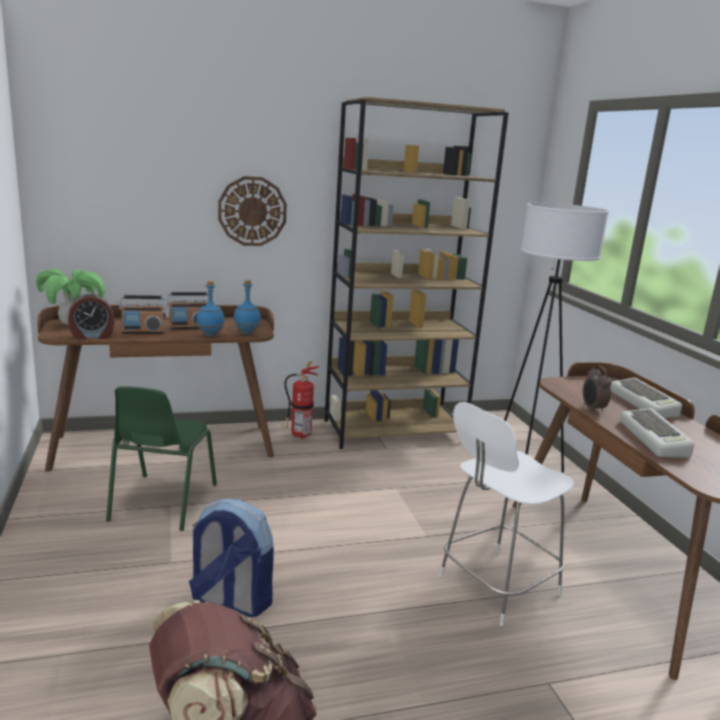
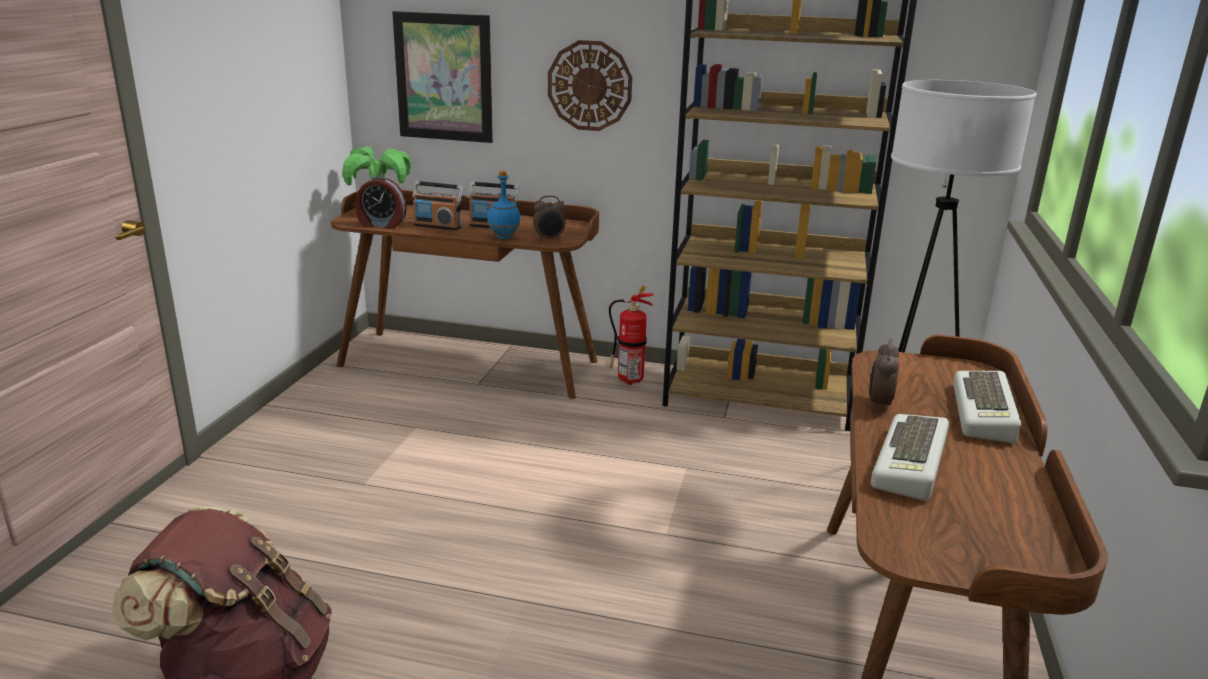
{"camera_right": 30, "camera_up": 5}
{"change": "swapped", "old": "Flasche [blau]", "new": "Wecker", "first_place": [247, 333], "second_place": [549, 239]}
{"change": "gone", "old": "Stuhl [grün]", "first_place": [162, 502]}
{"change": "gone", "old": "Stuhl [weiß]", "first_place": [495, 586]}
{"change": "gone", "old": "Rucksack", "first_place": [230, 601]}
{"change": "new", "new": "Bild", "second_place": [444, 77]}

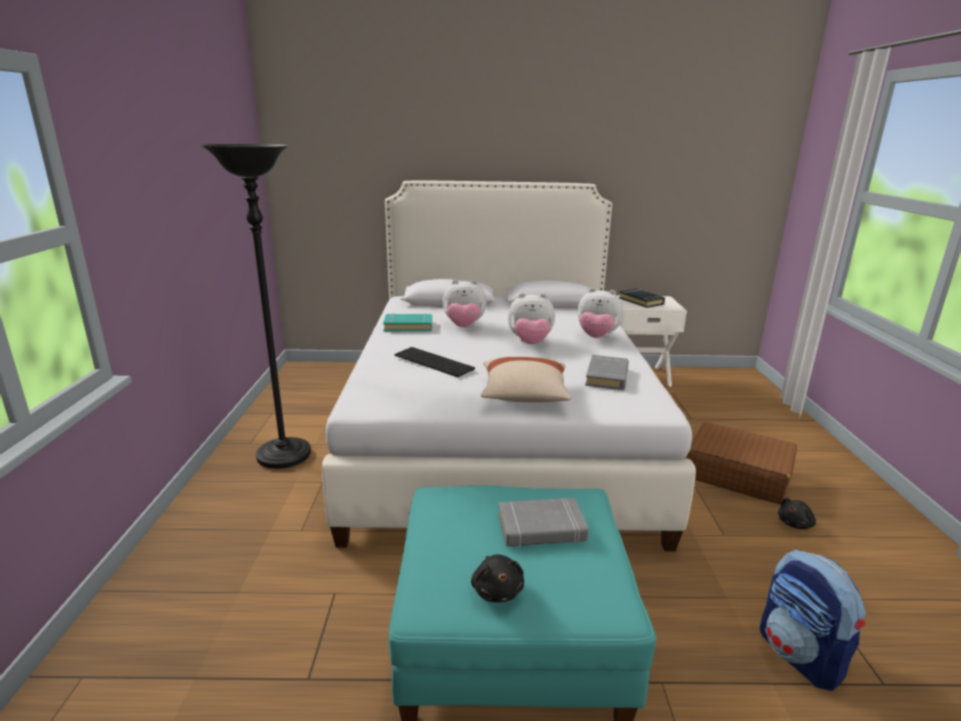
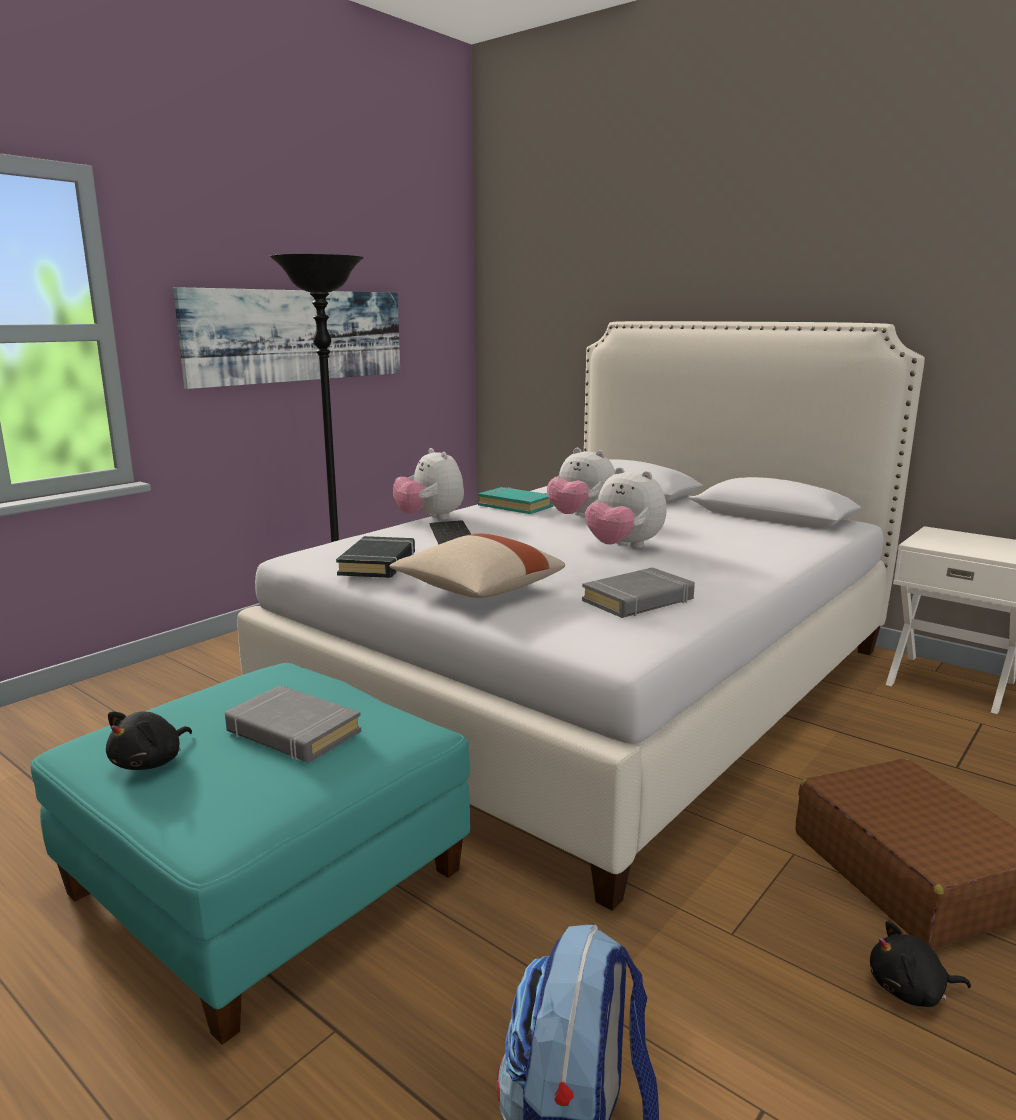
{"camera_right": 40, "camera_up": -5}
{"change": "shifted", "old": "Plüschtier", "first_place": [597, 337], "second_place": [430, 518]}
{"change": "shifted", "old": "Buch [schwarz]", "first_place": [641, 301], "second_place": [378, 564]}
{"change": "new", "new": "Bild", "second_place": [299, 335]}

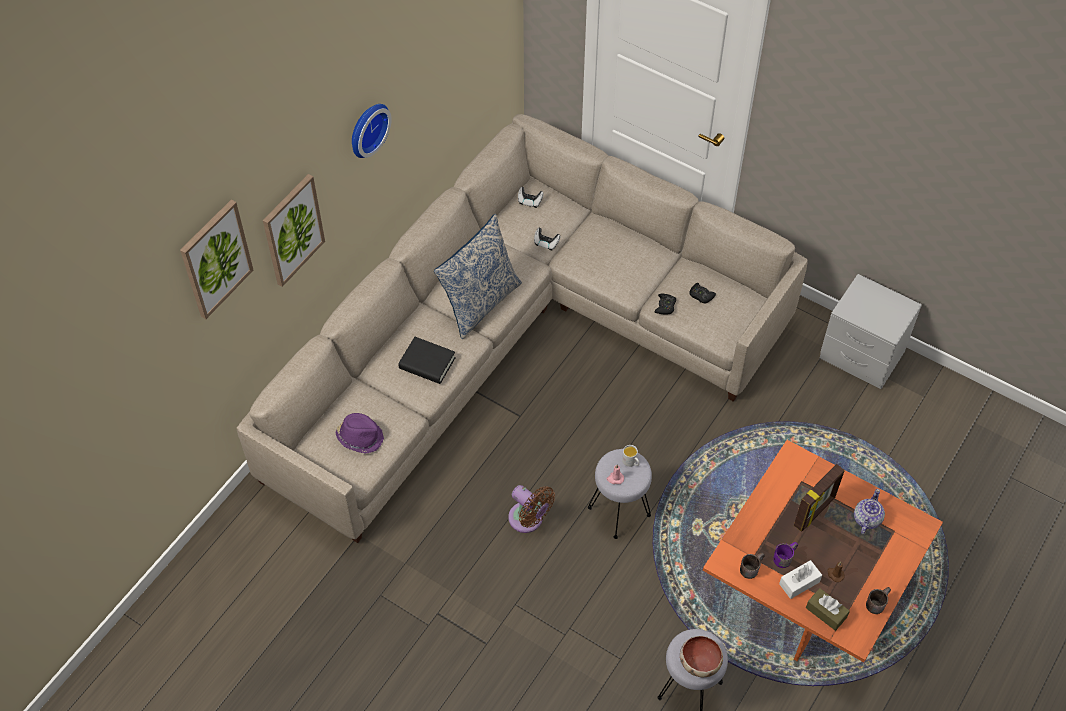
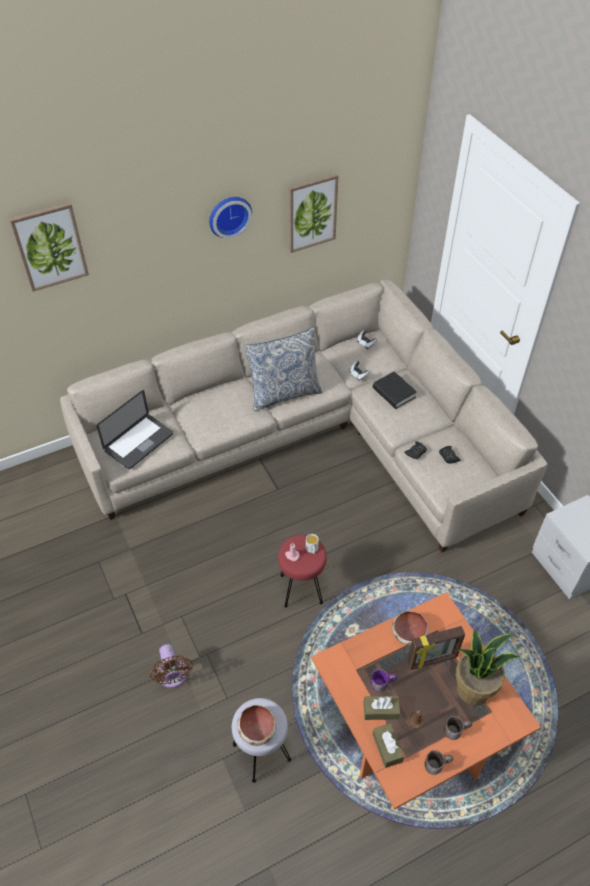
{"camera_right": 30, "camera_up": -5}
{"change": "shifted", "old": "Bild", "first_place": [292, 229], "second_place": [311, 213]}
{"change": "shifted", "old": "Buch [schwarz]", "first_place": [427, 363], "second_place": [394, 393]}
{"change": "swapped", "old": "Hut [lila]", "new": "Laptop", "first_place": [360, 437], "second_place": [139, 442]}
{"change": "repainted", "old": "Hocker [grau]", "new": "Hocker [rot]", "first_place": [620, 511], "second_place": [302, 589]}
{"change": "shifted", "old": "Ventilator [braun]", "first_place": [528, 520], "second_place": [173, 676]}
{"change": "swapped", "old": "Teekanne", "new": "Topfpflanze", "first_place": [866, 519], "second_place": [473, 689]}
{"change": "shifted", "old": "Henkelbecher [braun]", "first_place": [750, 567], "second_place": [455, 729]}
{"change": "repainted", "old": "Taschentuchbox [weiß]", "new": "Taschentuchbox [braun]", "first_place": [799, 583], "second_place": [381, 710]}
{"change": "new", "new": "Schüssel", "second_place": [409, 633]}

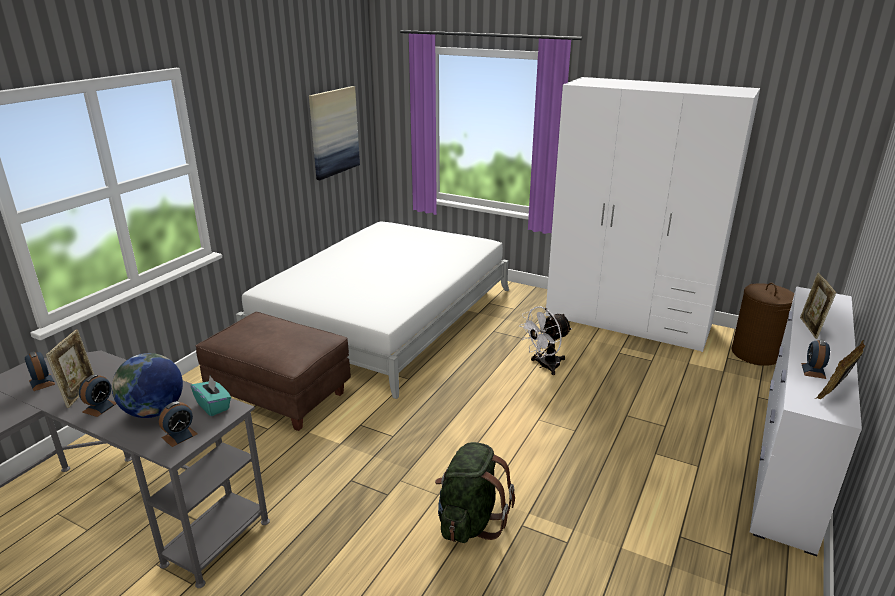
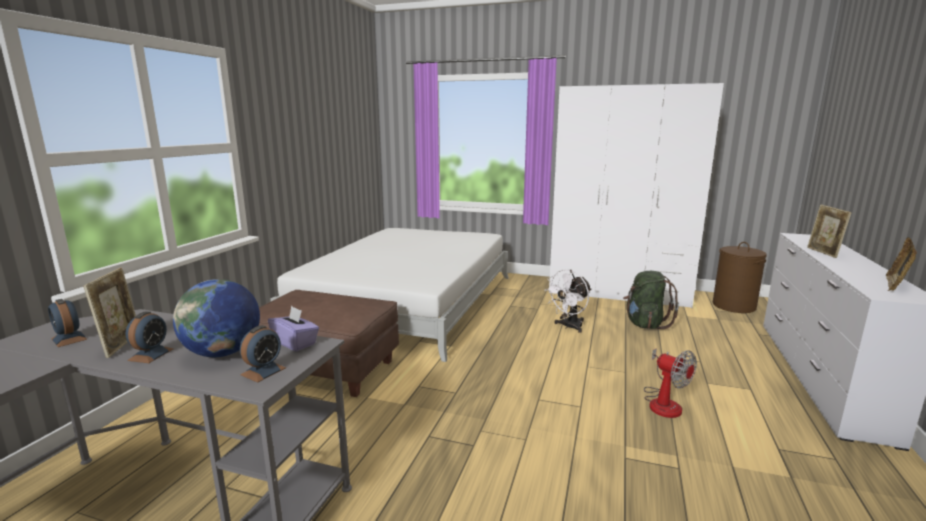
{"camera_right": -10, "camera_up": -10}
{"change": "gone", "old": "Bild", "first_place": [334, 132]}
{"change": "gone", "old": "Wecker", "first_place": [813, 371]}
{"change": "repainted", "old": "Taschentuchbox [türkis]", "new": "Taschentuchbox [lila]", "first_place": [213, 406], "second_place": [295, 343]}
{"change": "shifted", "old": "Rucksack [grün]", "first_place": [470, 521], "second_place": [645, 324]}
{"change": "new", "new": "Ventilator", "second_place": [663, 402]}

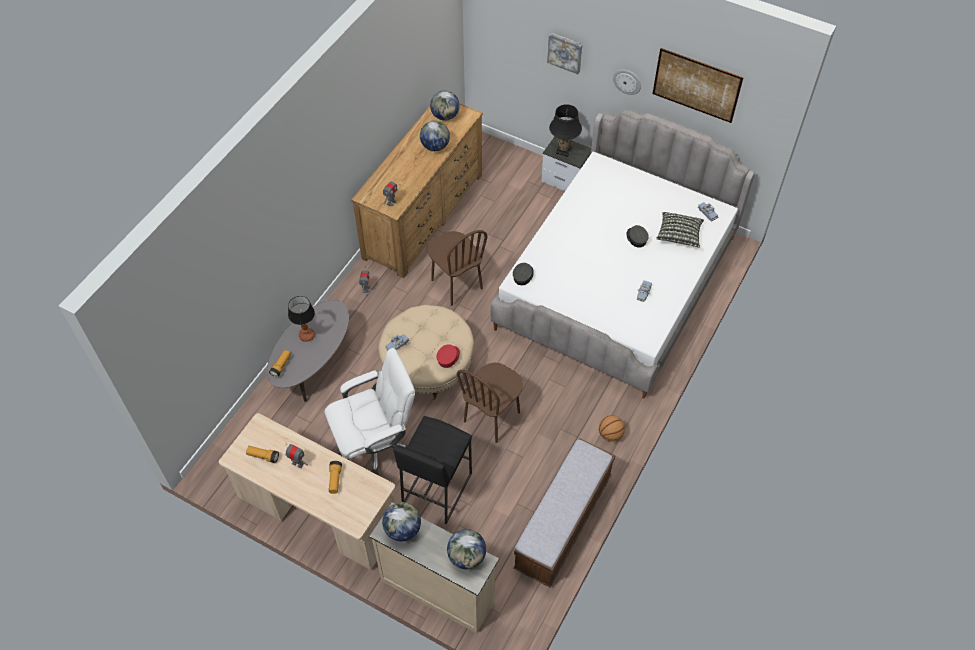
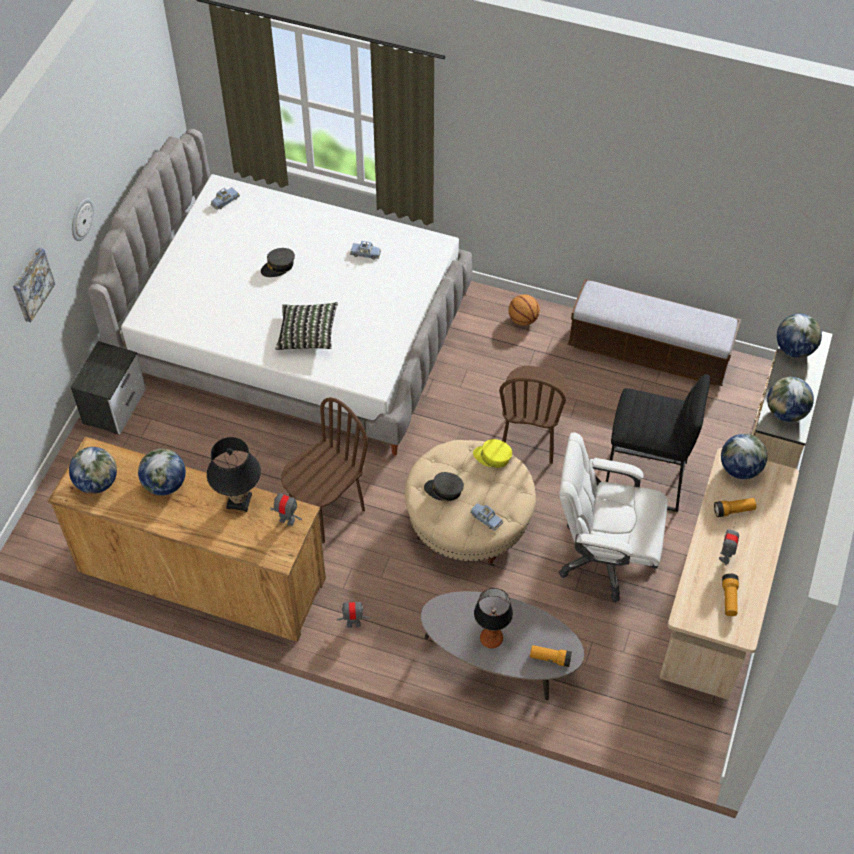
{"camera_right": -100, "camera_up": 0}
{"change": "gone", "old": "Bild", "first_place": [696, 85]}
{"change": "shifted", "old": "Tischlampe [schwarz]", "first_place": [563, 151], "second_place": [239, 501]}
{"change": "shifted", "old": "Kissen", "first_place": [679, 235], "second_place": [307, 334]}
{"change": "shifted", "old": "Kappe [grau]", "first_place": [523, 276], "second_place": [444, 490]}
{"change": "repainted", "old": "Kappe [rot]", "new": "Kappe [gelb]", "first_place": [448, 358], "second_place": [492, 457]}
{"change": "rotated", "old": "Bürostuhl [weiß]", "first_place": [375, 445], "second_place": [604, 557], "degrees": -45}
{"change": "rotated", "old": "Stuhl [braun]", "first_place": [492, 417], "second_place": [530, 437], "degrees": 75}
{"change": "new", "new": "Globus", "second_place": [739, 468]}

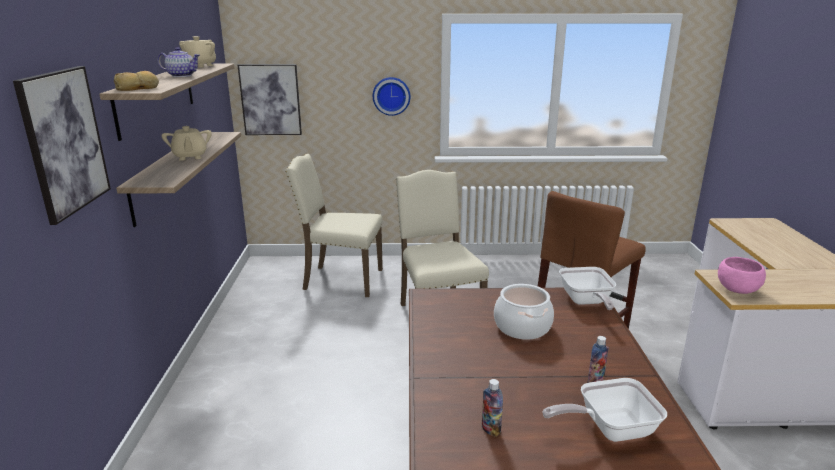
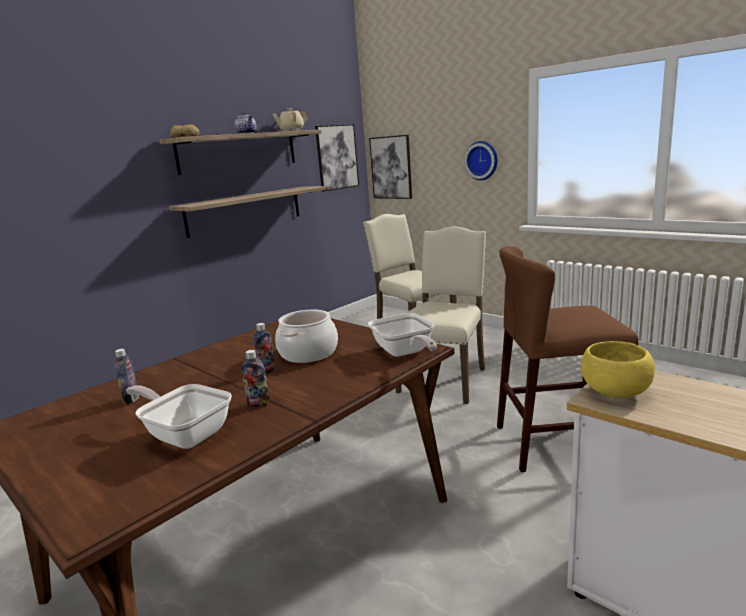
{"camera_right": 45, "camera_up": -5}
{"change": "shifted", "old": "Bild", "first_place": [64, 142], "second_place": [337, 157]}
{"change": "gone", "old": "Teekanne [beige]", "first_place": [190, 157]}
{"change": "repainted", "old": "Schüssel [rosa]", "new": "Schüssel [gelb]", "first_place": [737, 290], "second_place": [615, 392]}
{"change": "rotated", "old": "Pfanne", "first_place": [586, 302], "second_place": [405, 353], "degrees": -60}
{"change": "new", "new": "Flasche", "second_place": [267, 371]}

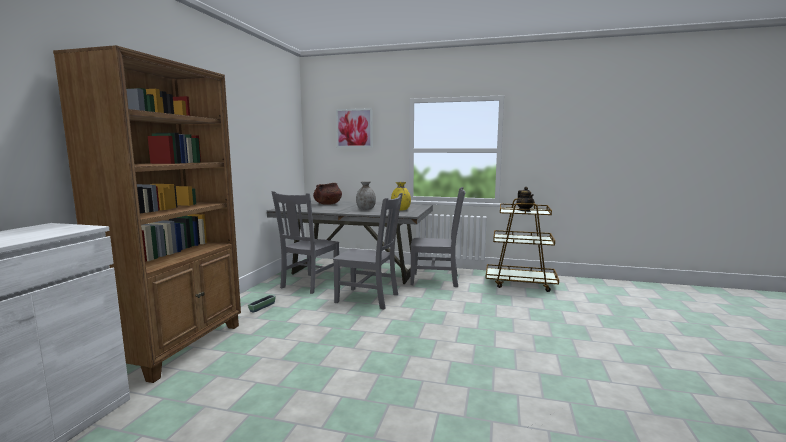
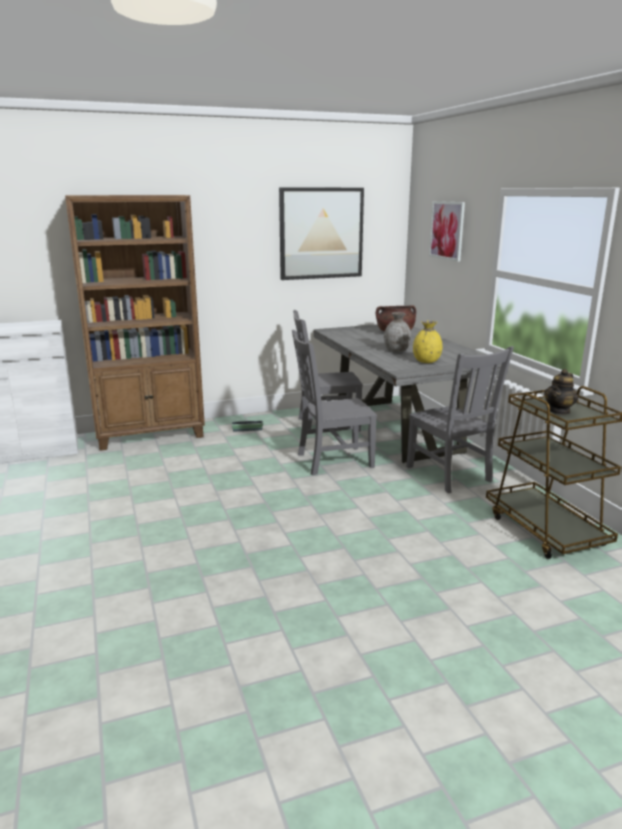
{"camera_right": 55, "camera_up": 10}
{"change": "rotated", "old": "Stuhl [grau]", "first_place": [369, 299], "second_place": [332, 461], "degrees": 90}
{"change": "new", "new": "Bild", "second_place": [321, 233]}

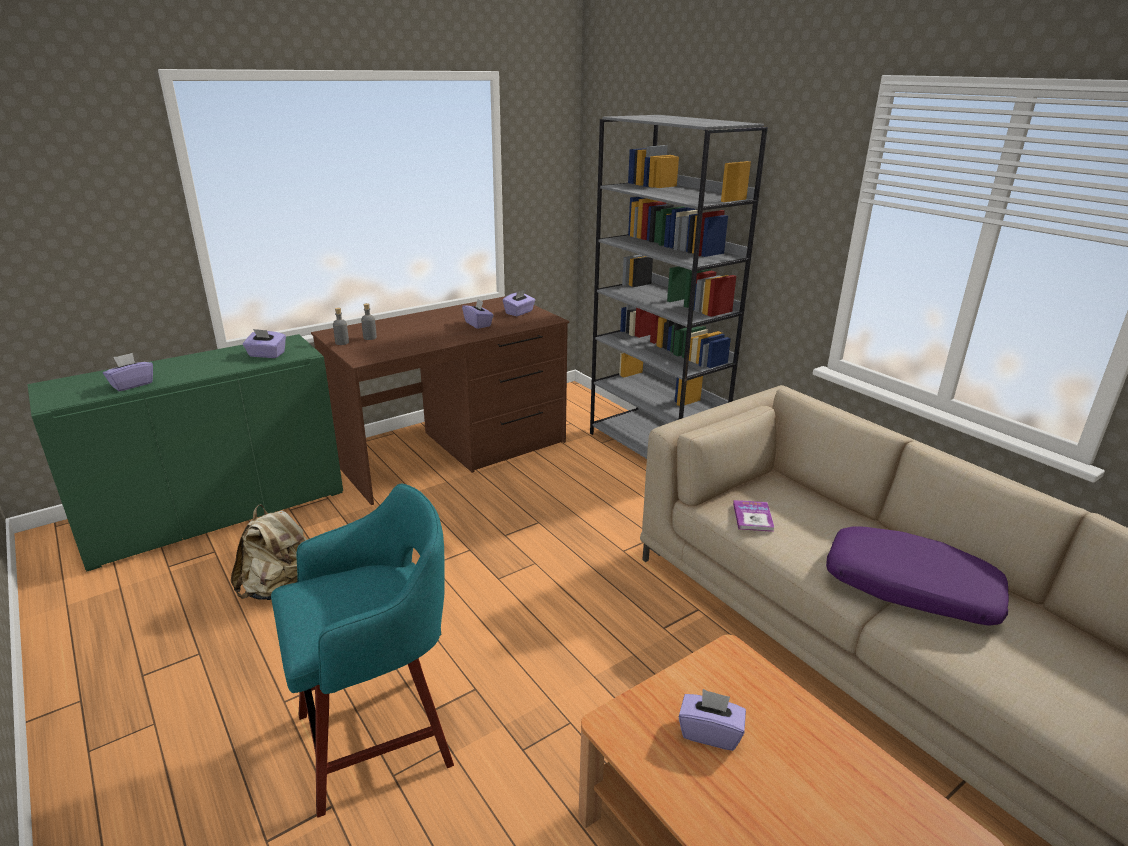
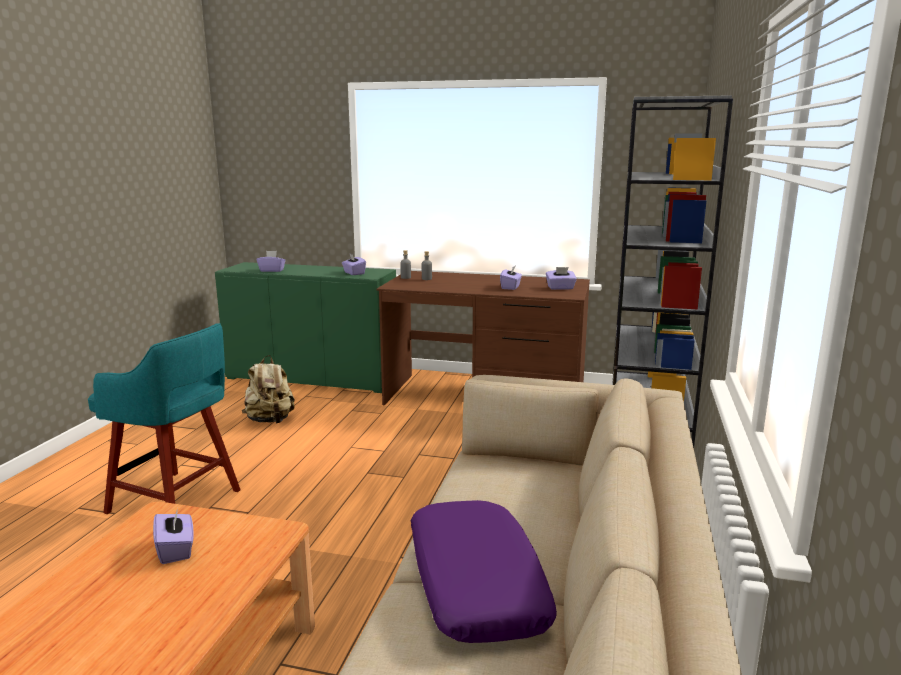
{"camera_right": 50, "camera_up": -10}
{"change": "gone", "old": "Buch", "first_place": [752, 517]}

